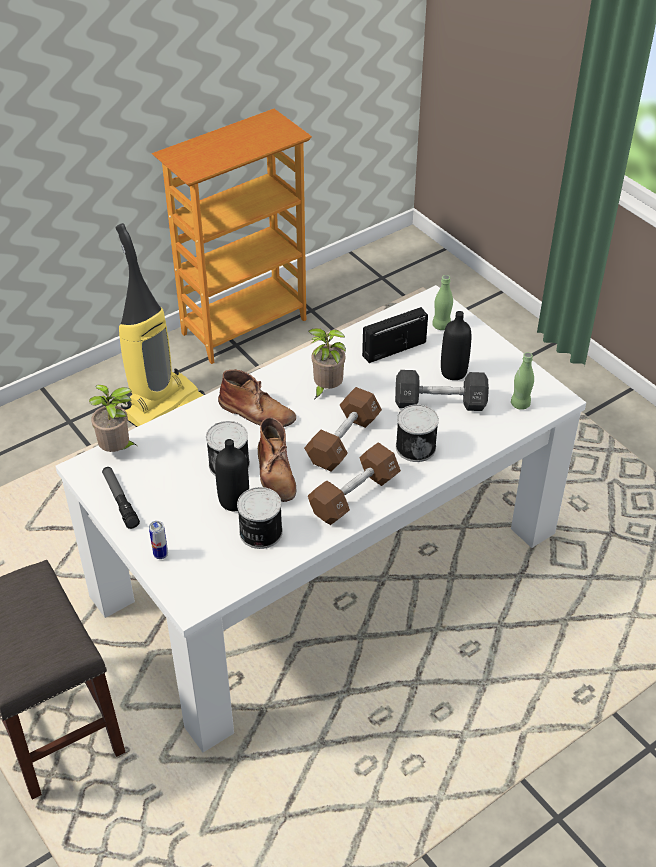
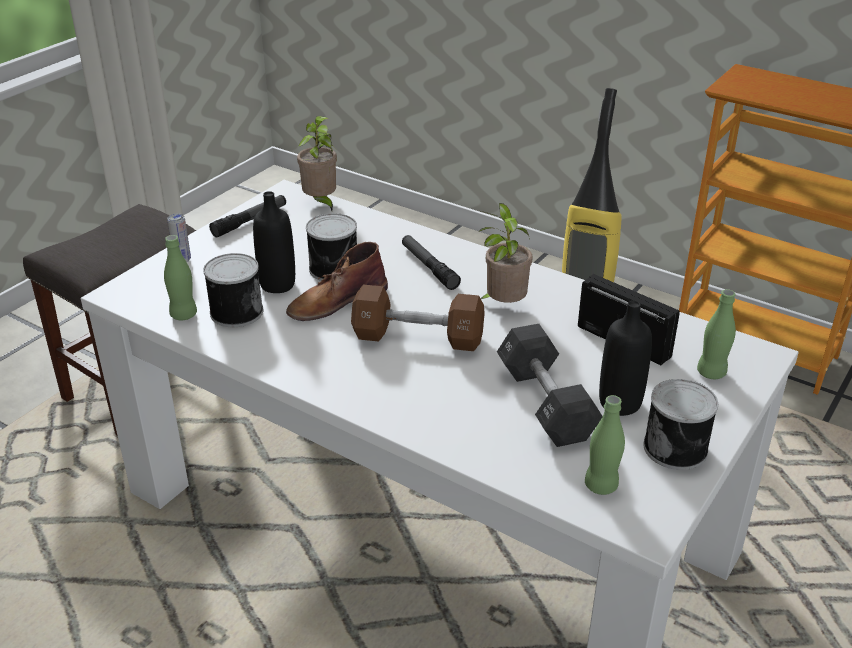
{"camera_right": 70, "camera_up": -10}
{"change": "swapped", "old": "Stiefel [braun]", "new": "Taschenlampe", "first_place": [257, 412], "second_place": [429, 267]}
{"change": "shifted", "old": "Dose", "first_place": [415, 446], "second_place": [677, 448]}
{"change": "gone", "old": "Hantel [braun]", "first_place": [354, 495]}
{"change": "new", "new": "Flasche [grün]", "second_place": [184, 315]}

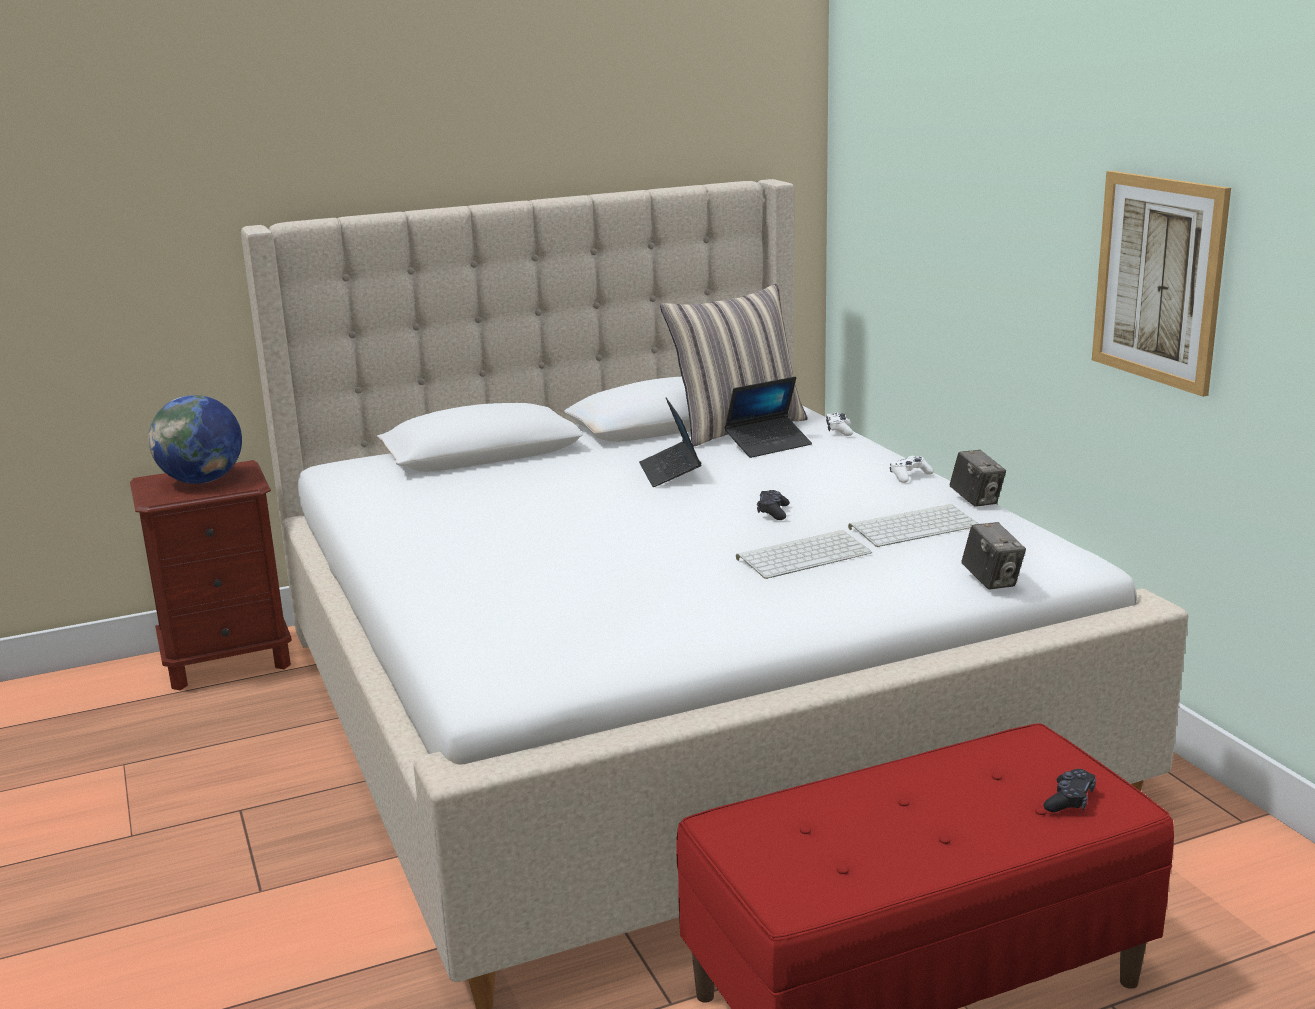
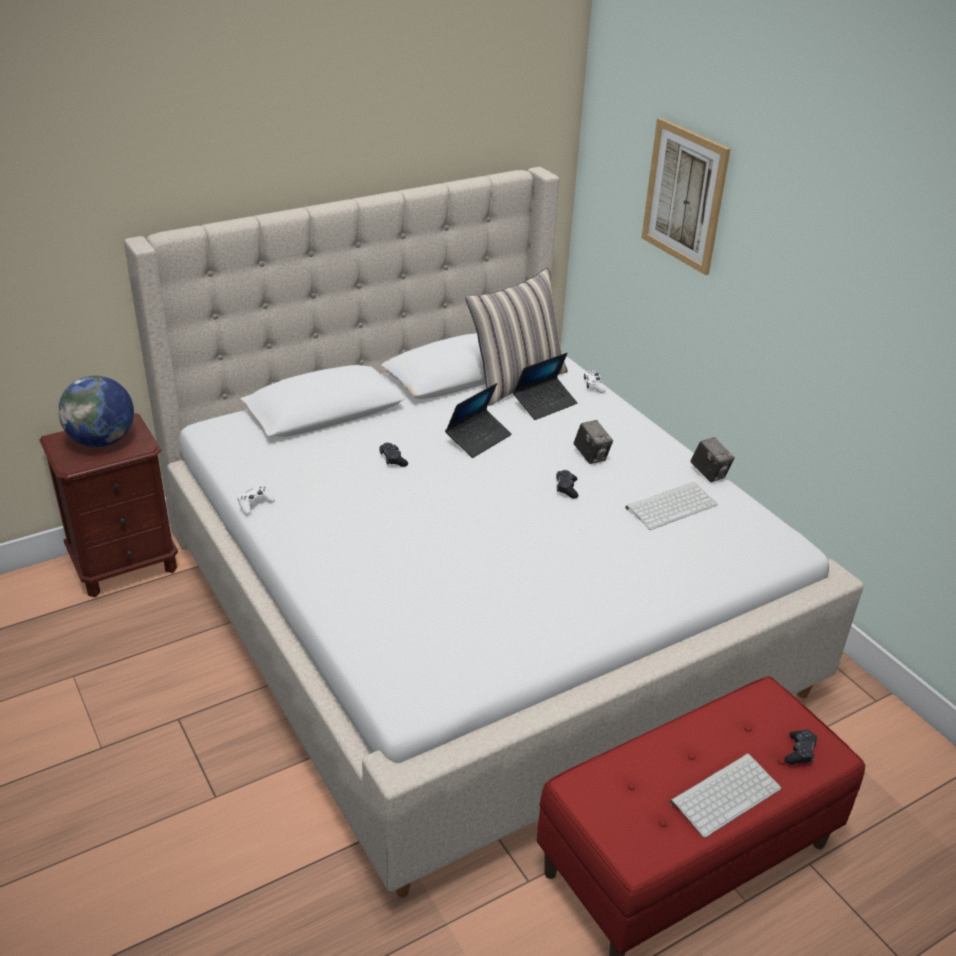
{"camera_right": -10, "camera_up": 15}
{"change": "shifted", "old": "Bild", "first_place": [1158, 280], "second_place": [684, 196]}
{"change": "rotated", "old": "Laptop", "first_place": [670, 473], "second_place": [478, 439], "degrees": -120}
{"change": "shifted", "old": "Gamepad [weiß]", "first_place": [909, 476], "second_place": [255, 504]}
{"change": "shifted", "old": "Kamera", "first_place": [991, 581], "second_place": [591, 456]}
{"change": "shifted", "old": "Tastatur", "first_place": [804, 555], "second_place": [725, 793]}
{"change": "new", "new": "Gamepad [schwarz]", "second_place": [393, 459]}

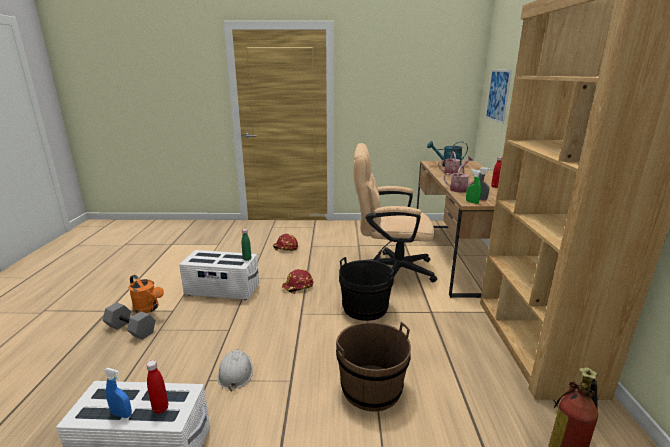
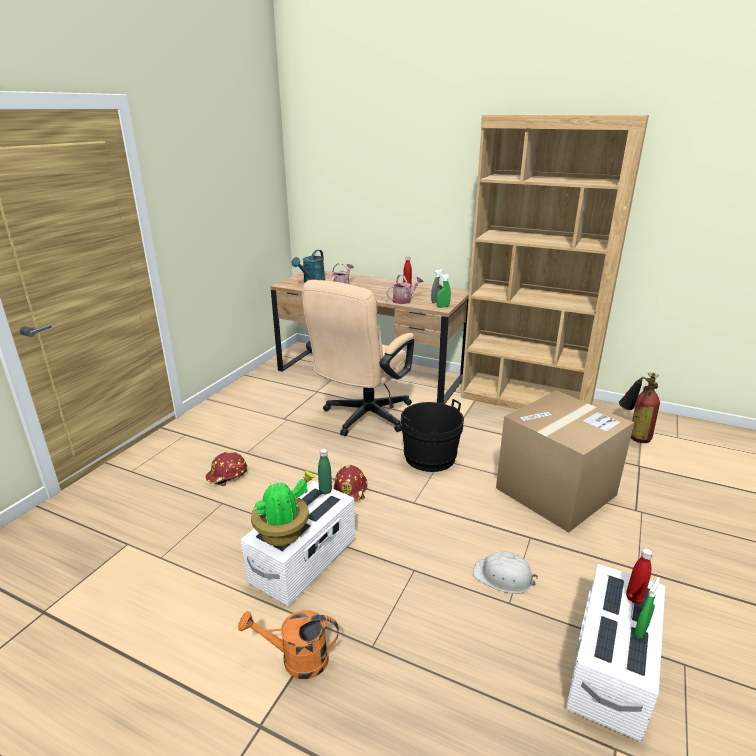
{"camera_right": -65, "camera_up": 5}
{"change": "gone", "old": "Bild", "first_place": [498, 95]}
{"change": "rotated", "old": "Gießkanne [orange]", "first_place": [149, 308], "second_place": [296, 659], "degrees": -150}
{"change": "gone", "old": "Hantel [grau]", "first_place": [130, 330]}
{"change": "swapped", "old": "Eimer [braun]", "new": "Karton", "first_place": [371, 388], "second_place": [555, 491]}
{"change": "repainted", "old": "Sprühflasche [blau]", "new": "Sprühflasche [grün]", "first_place": [122, 414], "second_place": [641, 631]}
{"change": "new", "new": "Topfpflanze", "second_place": [284, 533]}

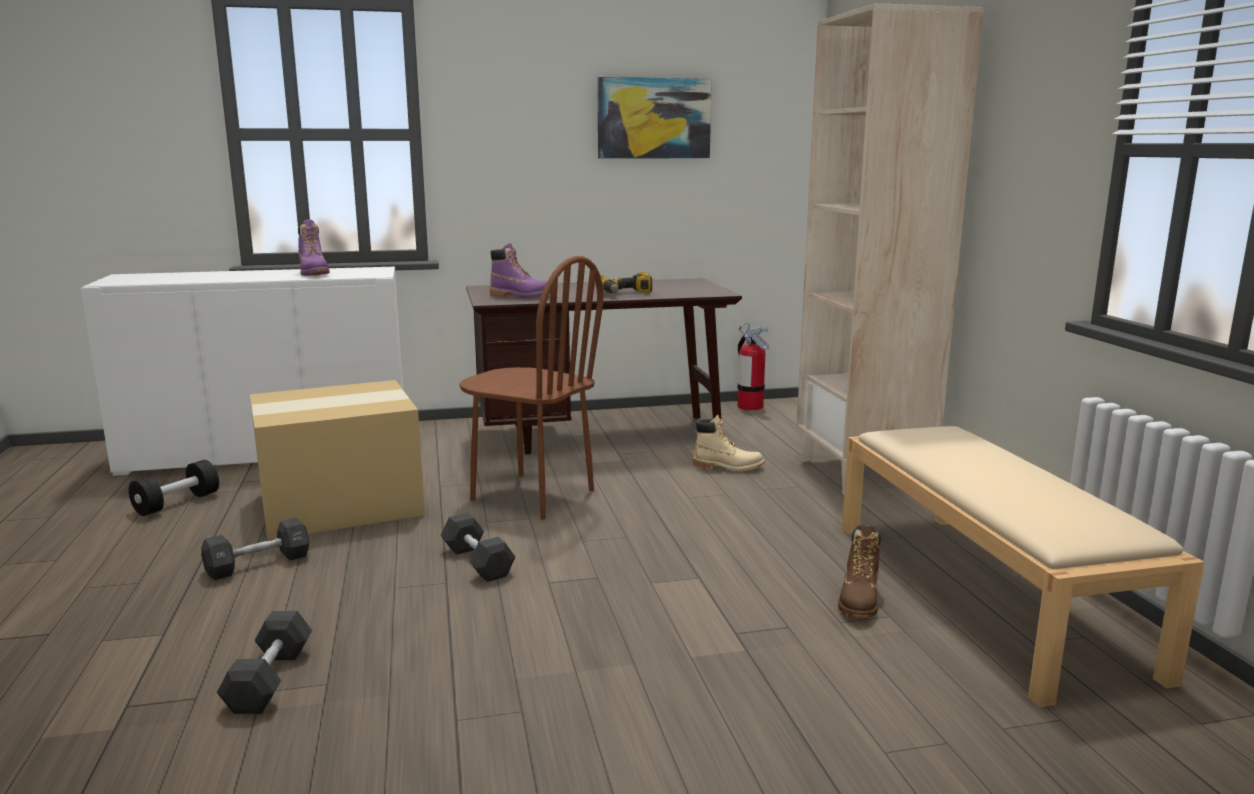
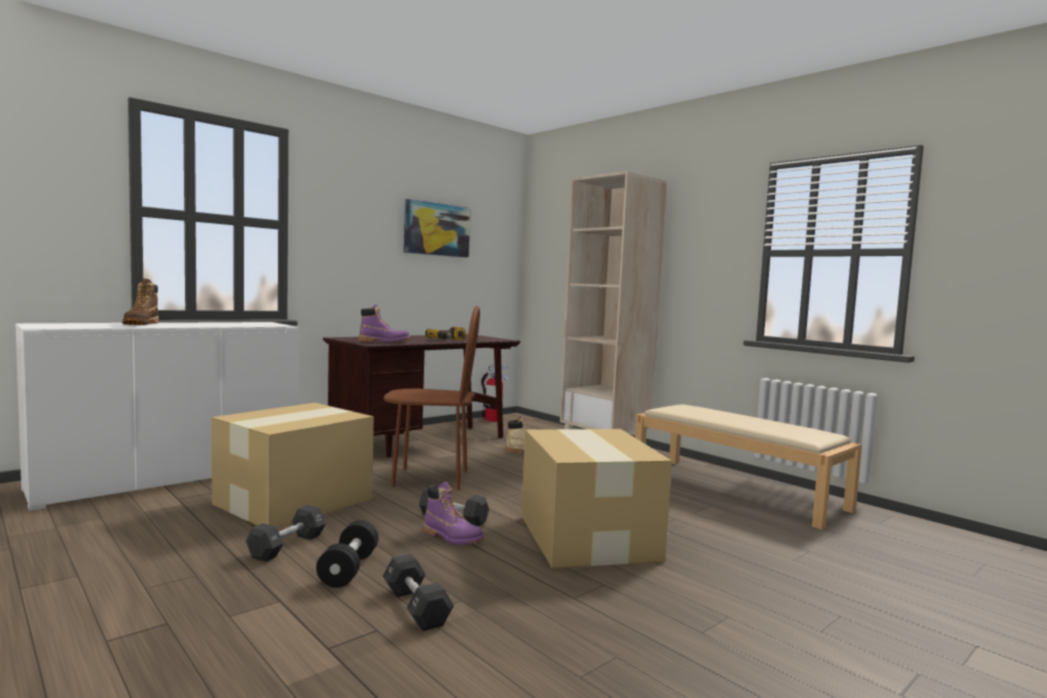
{"camera_right": -30, "camera_up": -10}
{"change": "shifted", "old": "Stiefel [lila]", "first_place": [314, 274], "second_place": [452, 537]}
{"change": "shifted", "old": "Hantel [schwarz]", "first_place": [177, 503], "second_place": [348, 569]}
{"change": "shifted", "old": "Stiefel [braun]", "first_place": [859, 601], "second_place": [141, 324]}
{"change": "new", "new": "Karton", "second_place": [588, 536]}

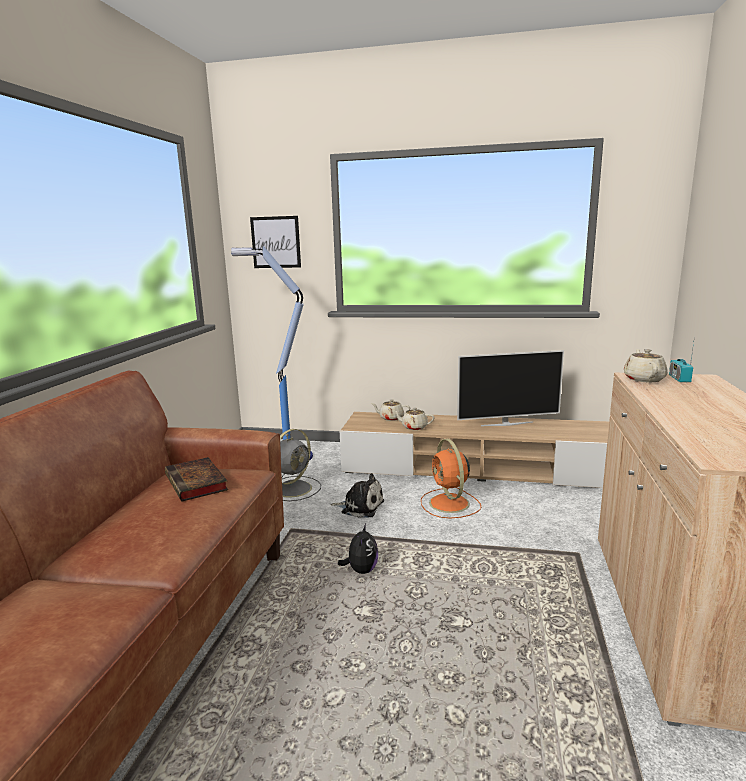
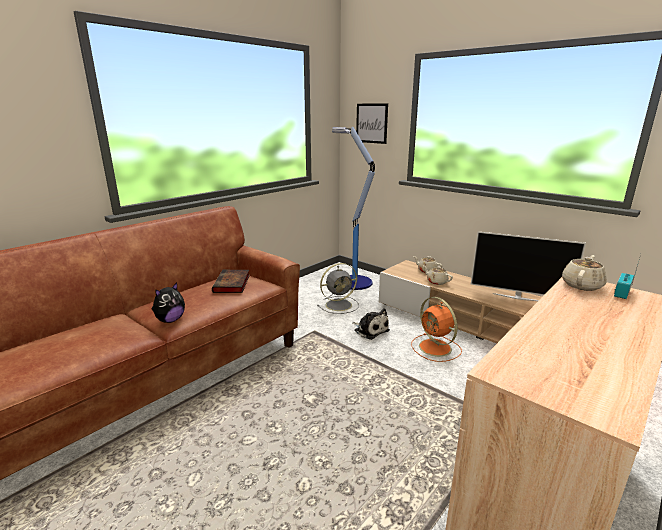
{"camera_right": 30, "camera_up": 5}
{"change": "rotated", "old": "Ventilator [orange]", "first_place": [450, 504], "second_place": [436, 348], "degrees": -45}
{"change": "shifted", "old": "Plüschtier", "first_place": [361, 570], "second_place": [170, 320]}

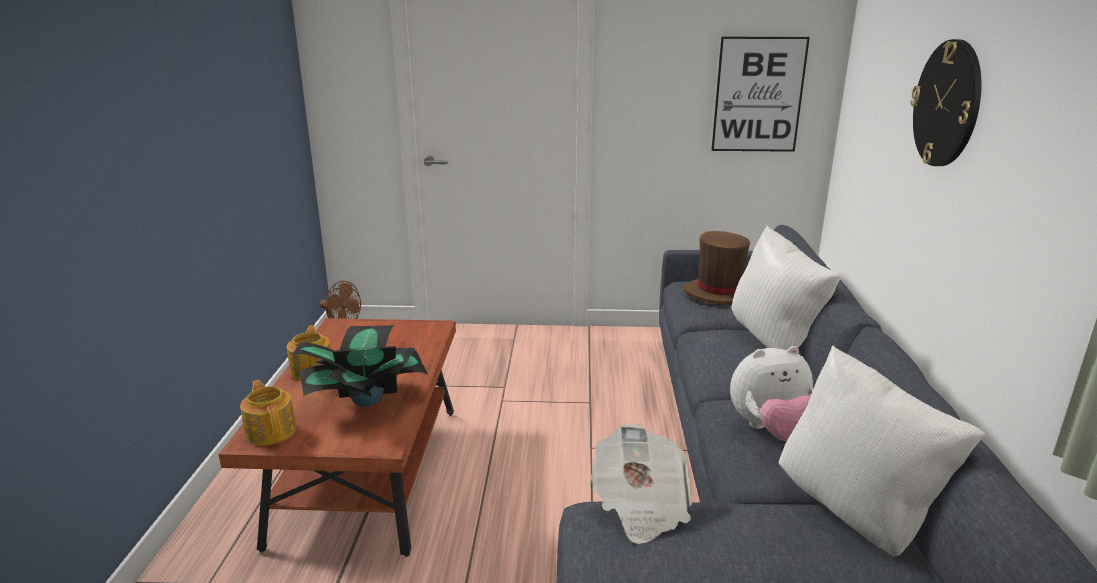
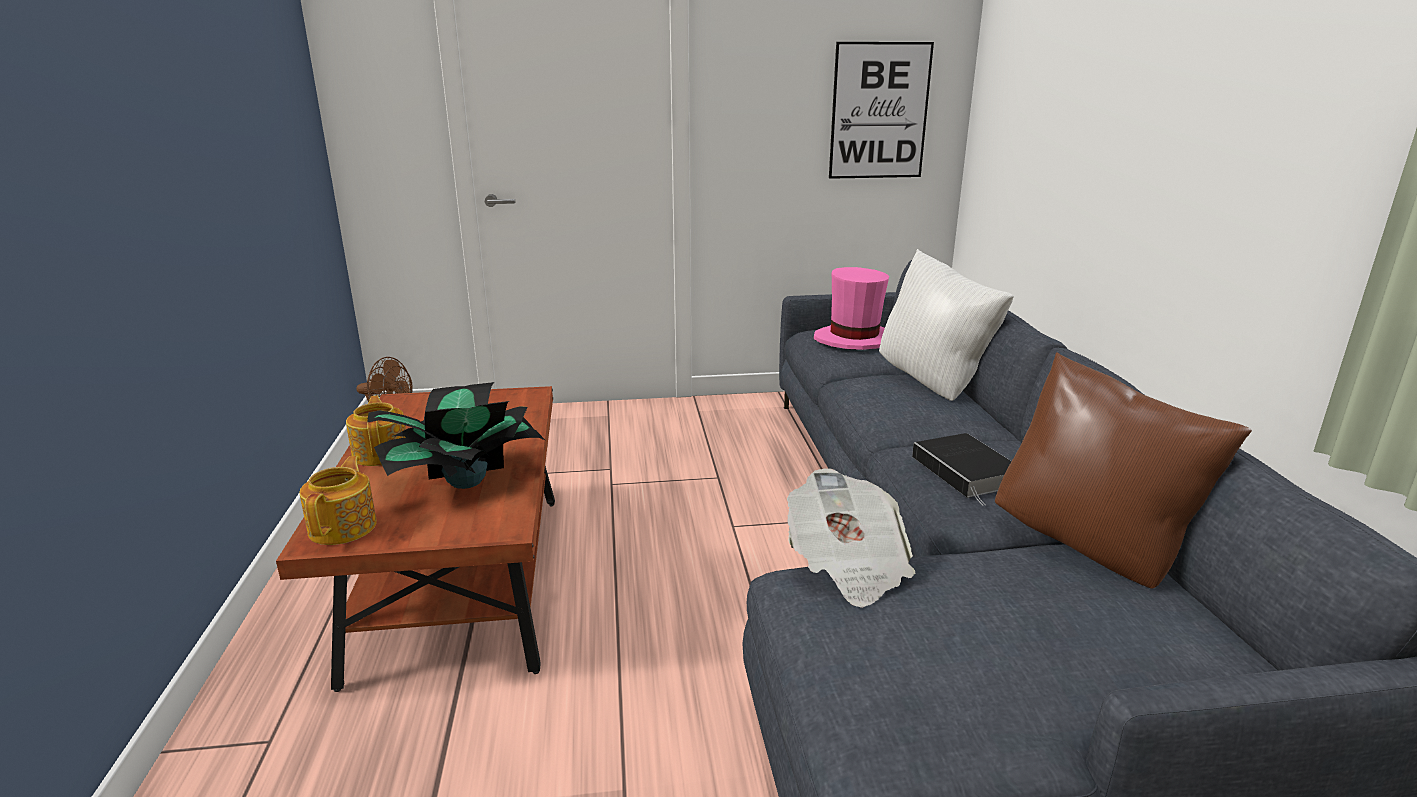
{"camera_right": -10, "camera_up": 0}
{"change": "gone", "old": "Wanduhr", "first_place": [947, 104]}
{"change": "repainted", "old": "Hut [braun]", "new": "Hut [rosa]", "first_place": [718, 293], "second_place": [853, 340]}
{"change": "swapped", "old": "Plüschtier", "new": "Buch", "first_place": [771, 431], "second_place": [968, 472]}
{"change": "repainted", "old": "Kissen [weiß]", "new": "Kissen [braun]", "first_place": [857, 513], "second_place": [1092, 549]}
{"change": "rotated", "old": "Teekanne", "first_place": [271, 431], "second_place": [344, 527], "degrees": 45}

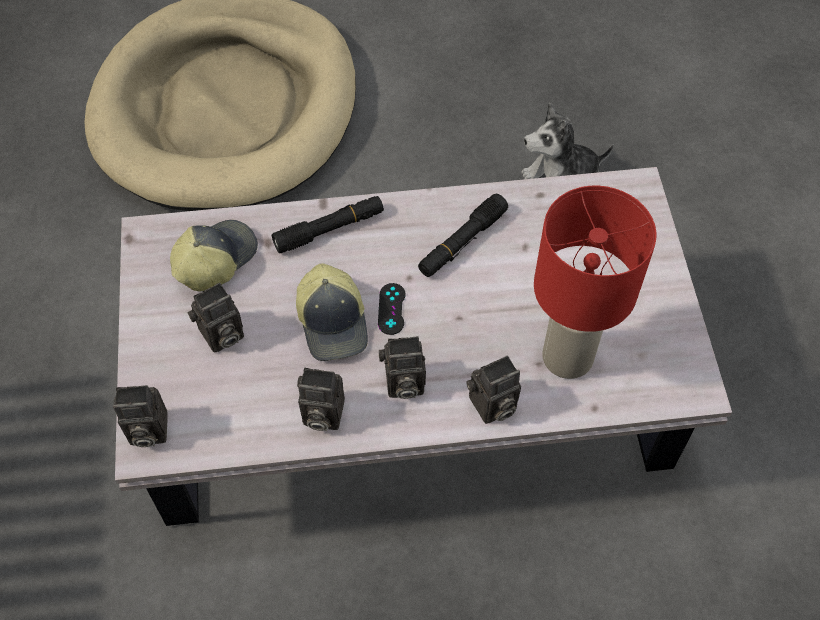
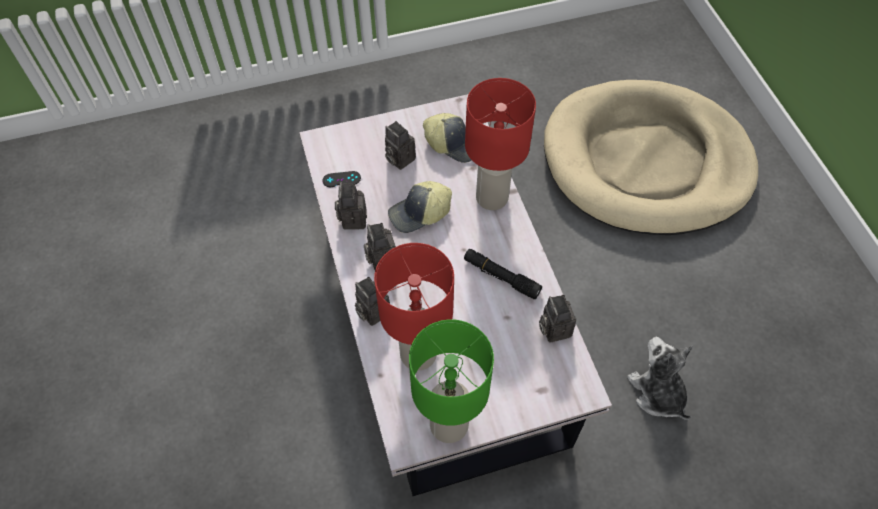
{"camera_right": 80, "camera_up": 0}
{"change": "swapped", "old": "Taschenlampe [schwarz]", "new": "Tischlampe [rot]", "first_place": [329, 230], "second_place": [492, 198]}
{"change": "shifted", "old": "Gamepad [schwarz]", "first_place": [391, 309], "second_place": [341, 179]}
{"change": "shifted", "old": "Kamera", "first_place": [146, 431], "second_place": [553, 328]}
{"change": "new", "new": "Tischlampe [grün]", "second_place": [449, 426]}

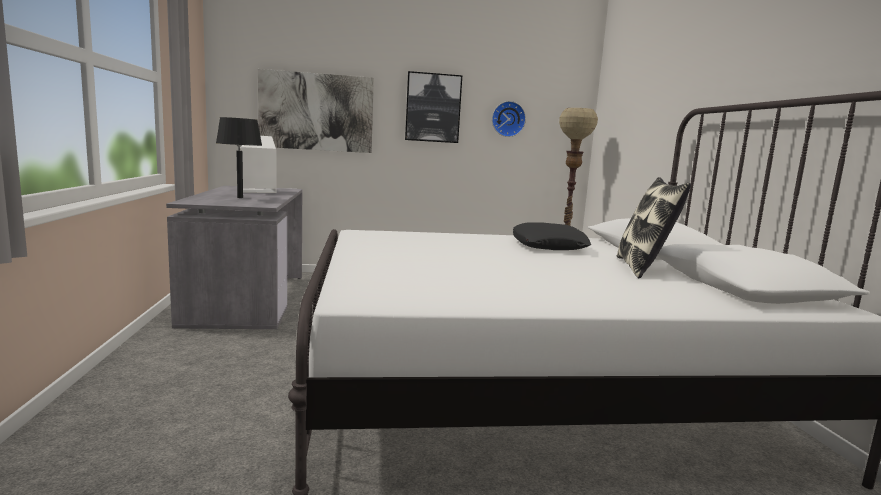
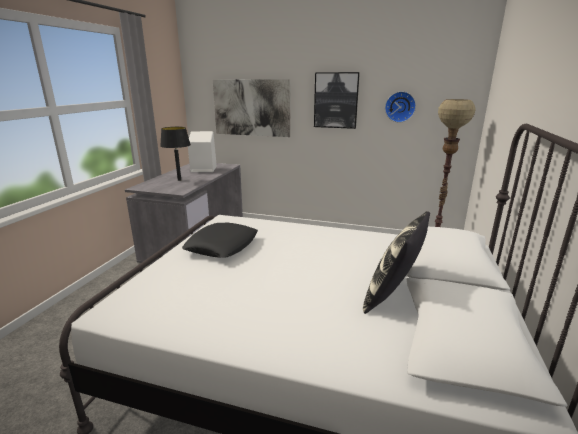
{"camera_right": 25, "camera_up": 10}
{"change": "shifted", "old": "Kissen [schwarz]", "first_place": [548, 245], "second_place": [222, 246]}

